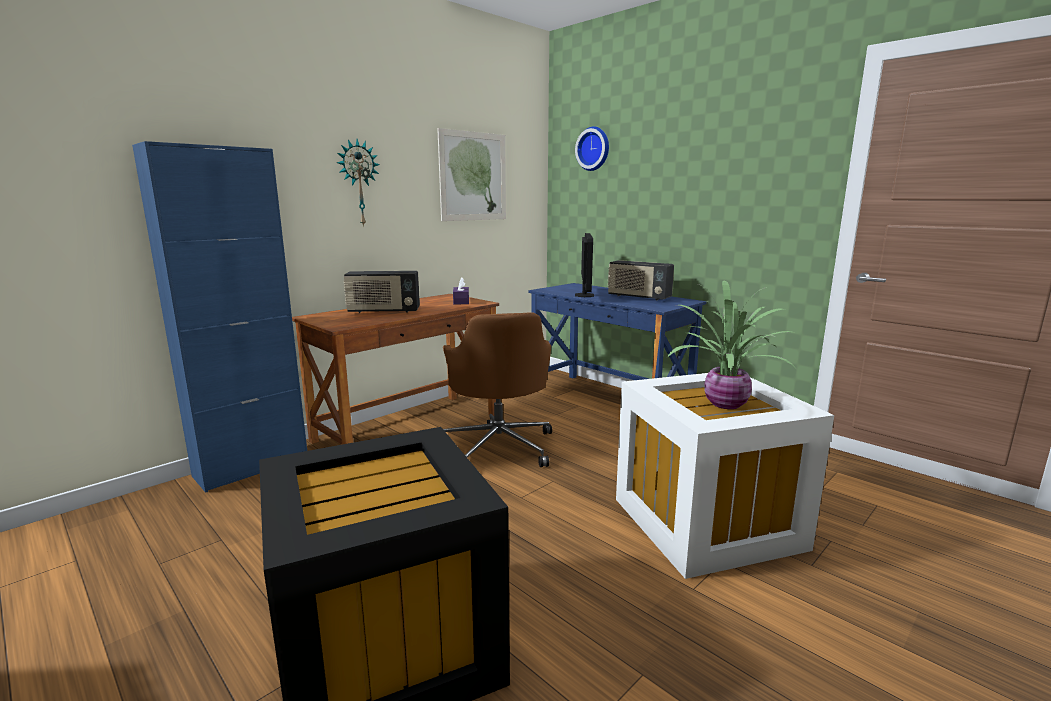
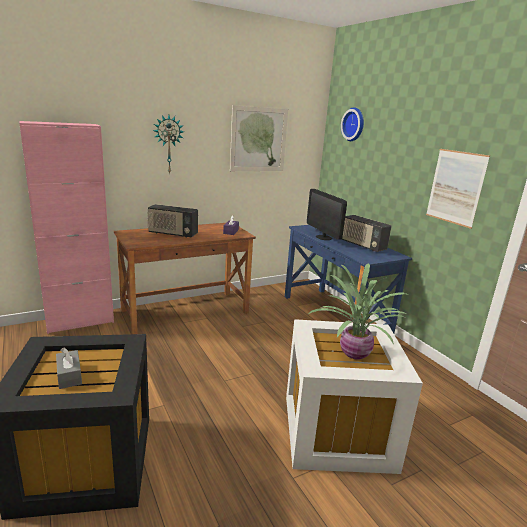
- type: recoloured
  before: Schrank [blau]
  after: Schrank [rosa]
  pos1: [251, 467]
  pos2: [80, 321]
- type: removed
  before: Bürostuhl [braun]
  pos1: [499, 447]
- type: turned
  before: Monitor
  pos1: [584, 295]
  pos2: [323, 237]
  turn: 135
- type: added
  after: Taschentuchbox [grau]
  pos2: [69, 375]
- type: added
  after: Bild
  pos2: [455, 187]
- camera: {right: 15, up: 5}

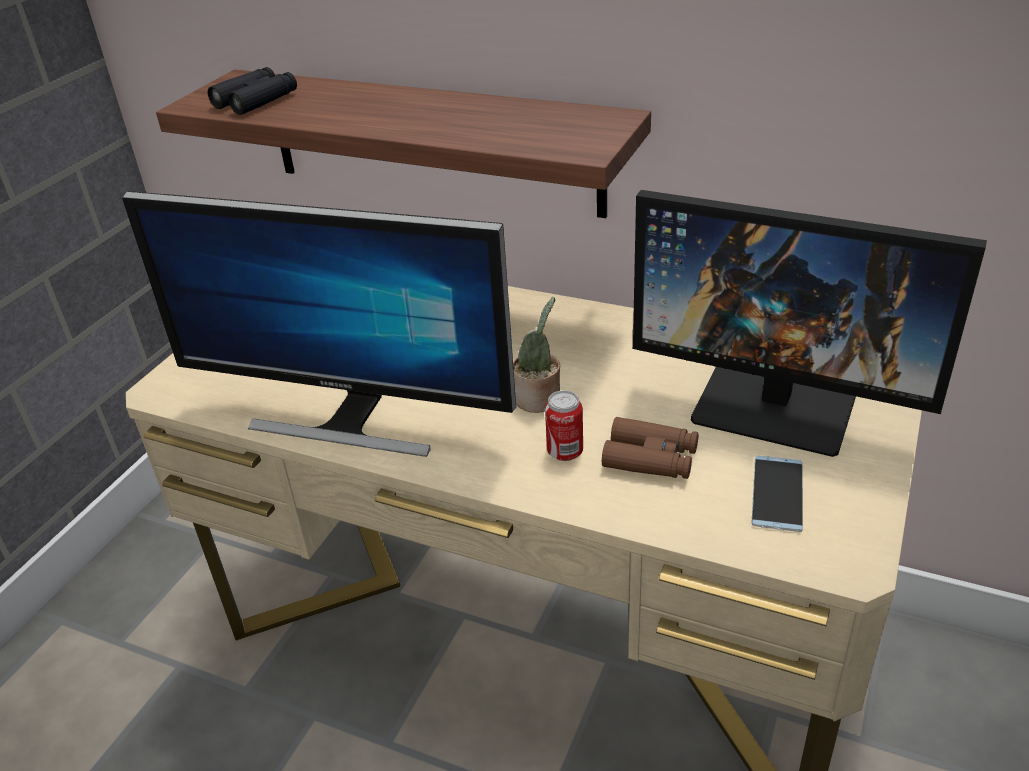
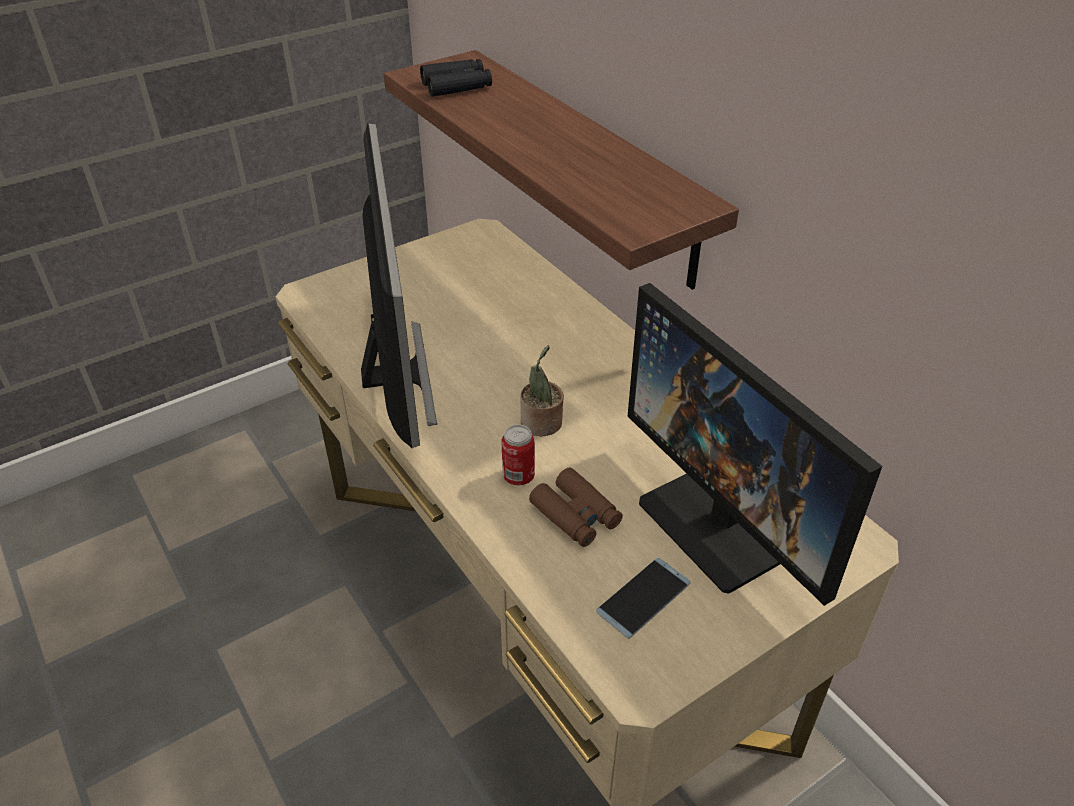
- type: turned
  before: Monitor
  pos1: [349, 420]
  pos2: [398, 375]
  turn: -150
- camera: {right: 30, up: 5}

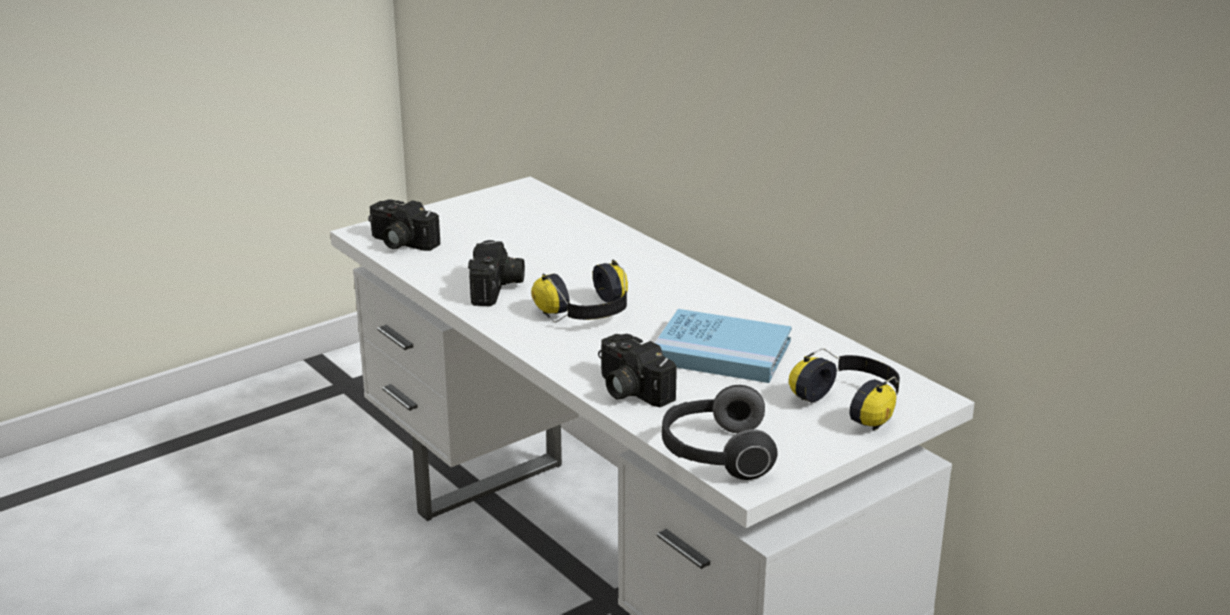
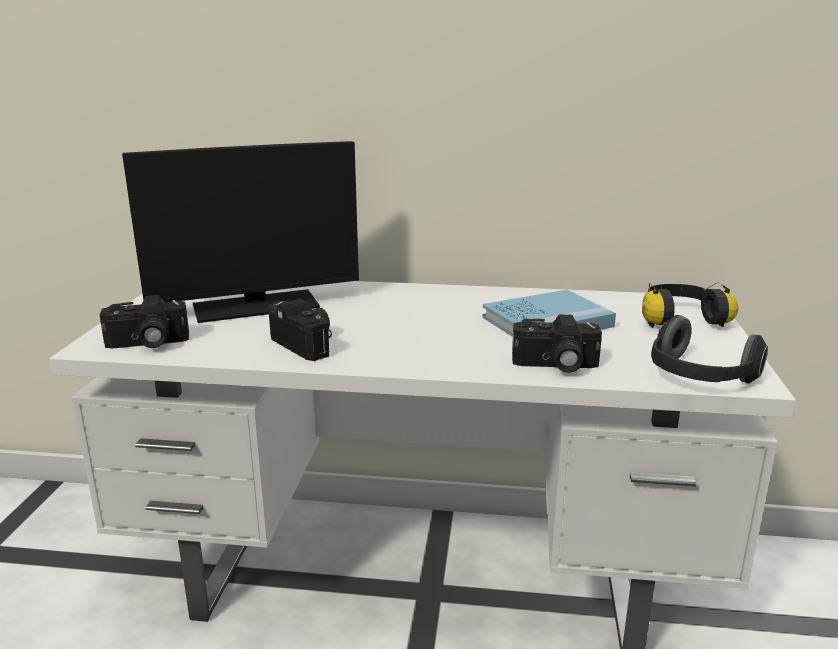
- type: removed
  before: Kopfhörer
  pos1: [588, 314]
- type: added
  after: Monitor
  pos2: [256, 306]
- camera: {right: -45, up: -5}

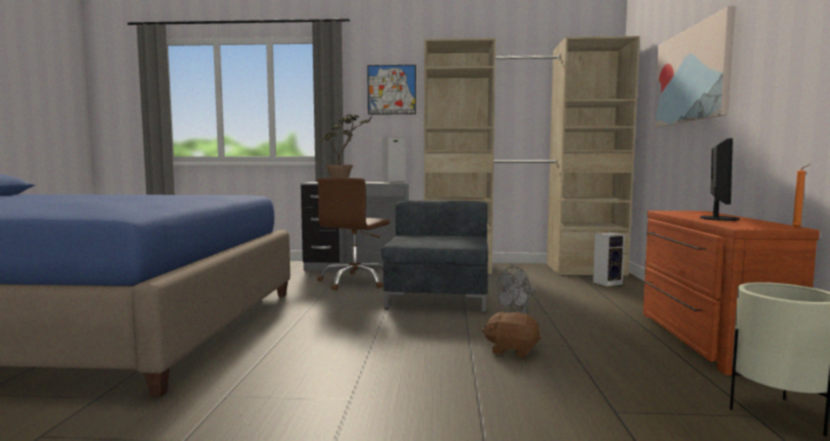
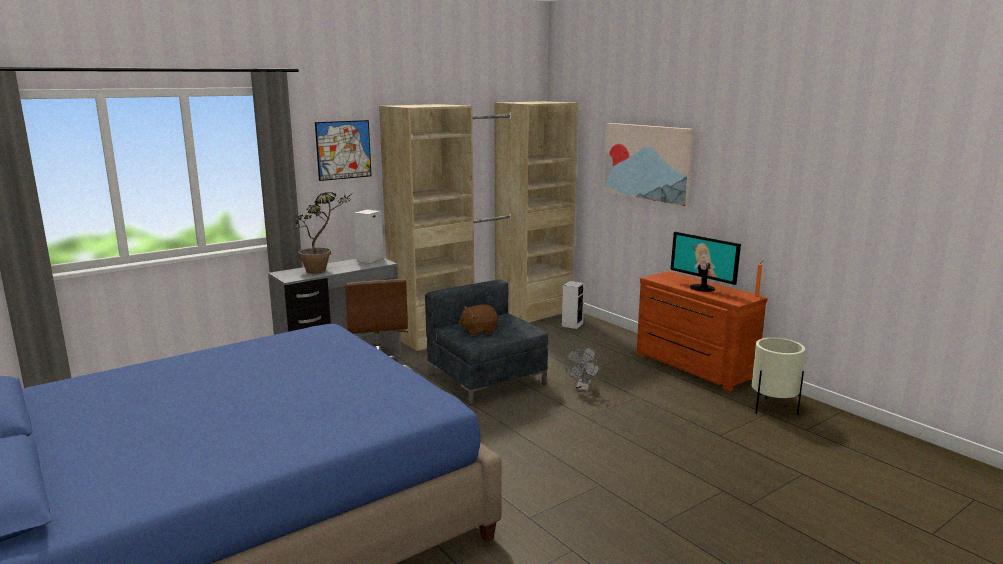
- type: moved
  before: Plüschtier [braun]
  pos1: [512, 350]
  pos2: [478, 331]
- type: turned
  before: Monitor
  pos1: [718, 218]
  pos2: [702, 288]
  turn: 150
- camera: {right: -40, up: 10}

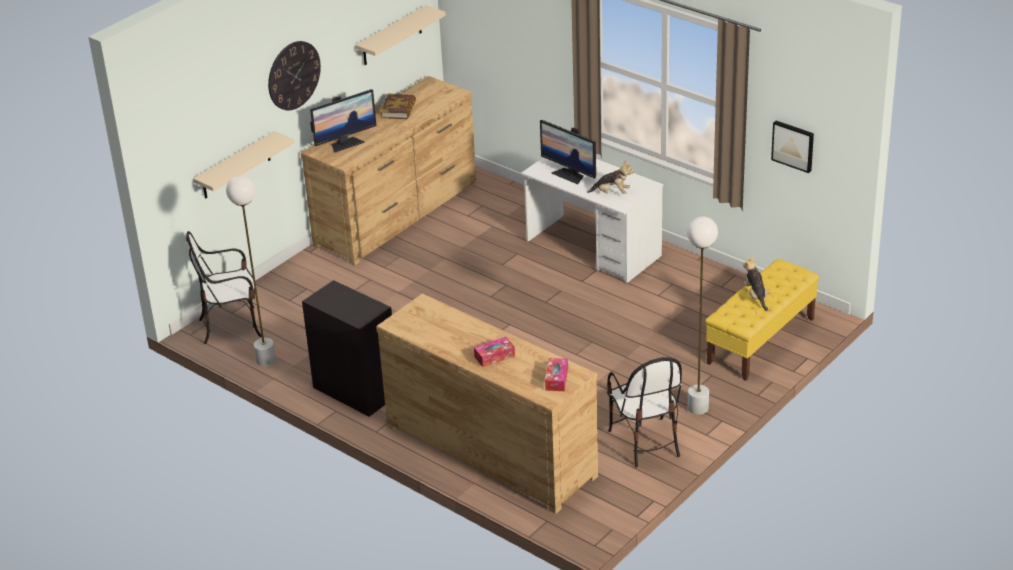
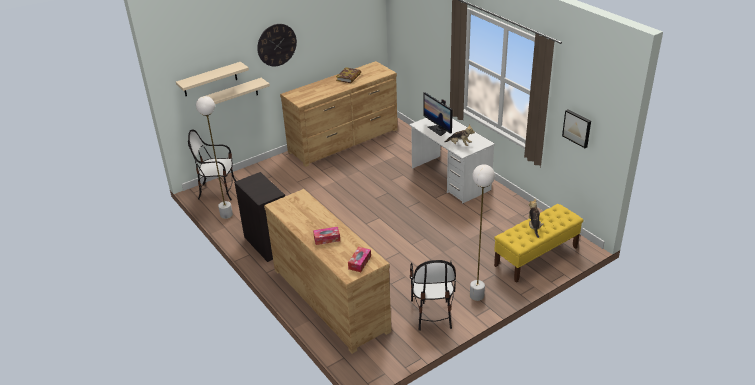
- type: removed
  before: Monitor
  pos1: [345, 144]
- type: moved
  before: Wandregal [beige]
  pos1: [392, 36]
  pos2: [210, 79]
- camera: {right: 15, up: 0}

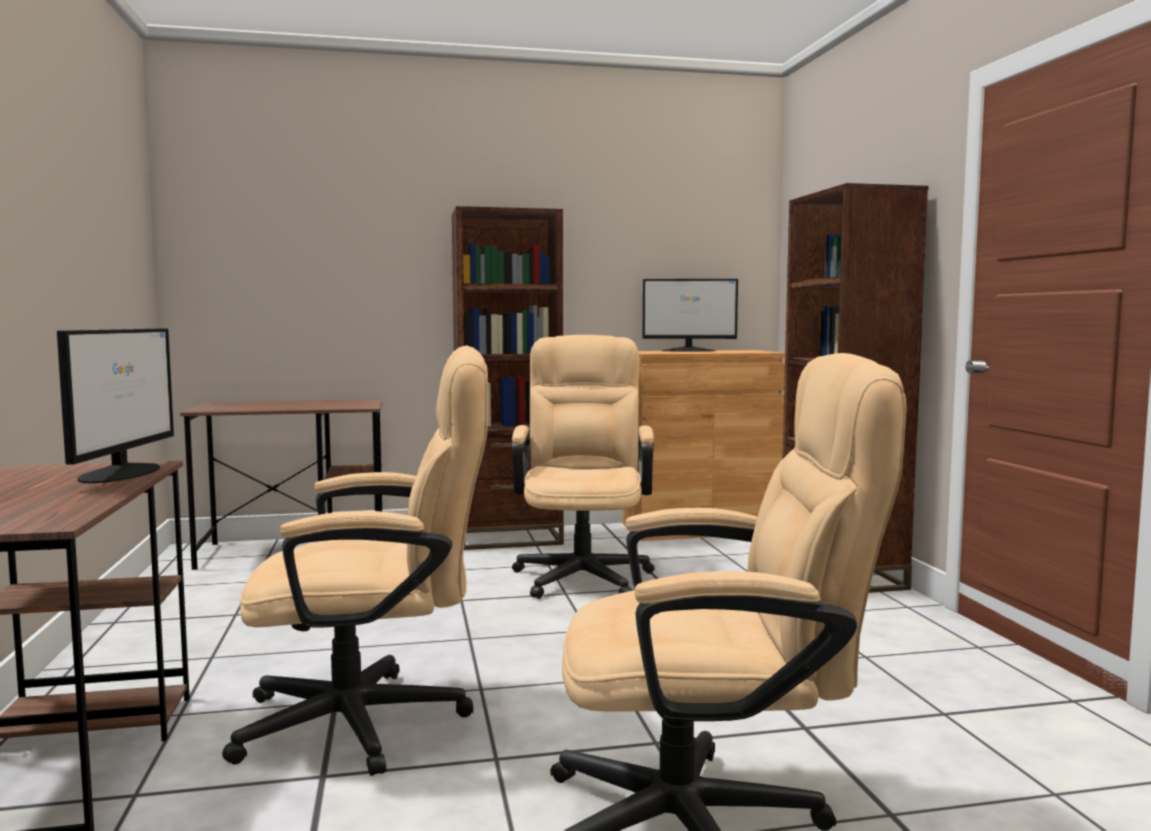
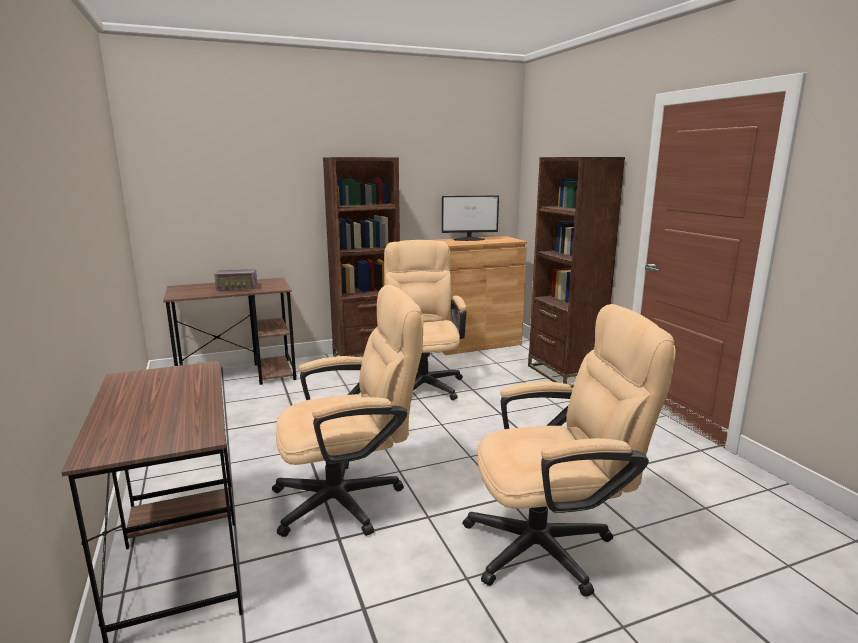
- type: removed
  before: Monitor
  pos1: [121, 472]
- type: added
  after: Radio
  pos2: [237, 288]
- camera: {right: -10, up: 10}

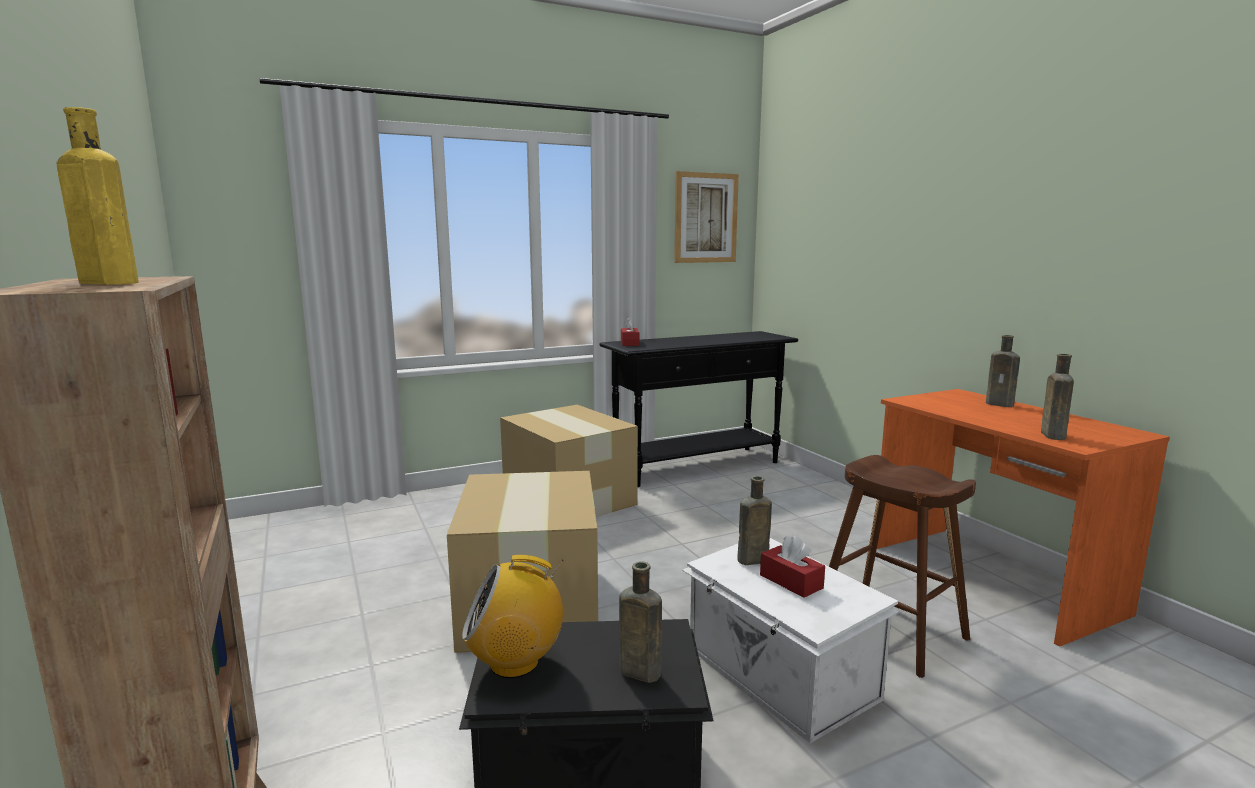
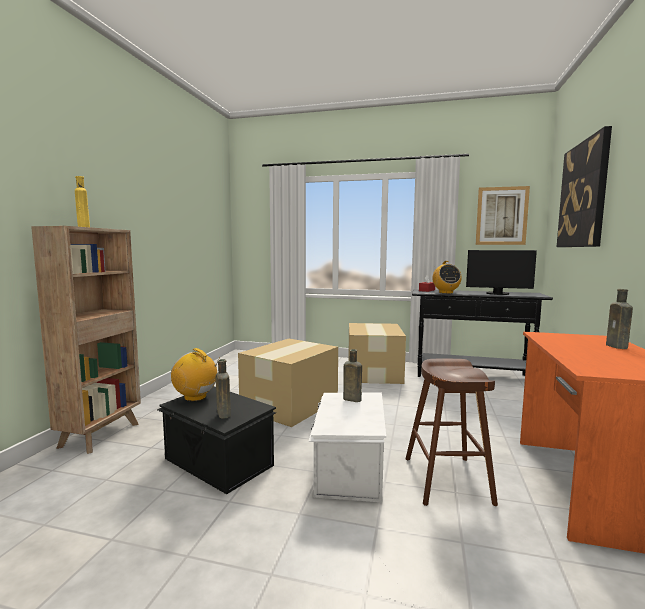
- type: removed
  before: Taschentuchbox [rot]
  pos1: [791, 581]
- type: removed
  before: Flasche [braun]
  pos1: [1052, 435]
- type: added
  after: Radio
  pos2: [445, 292]
- type: added
  after: Monitor
  pos2: [498, 294]
- type: added
  after: Bild
  pos2: [583, 195]
- camera: {right: 40, up: -5}

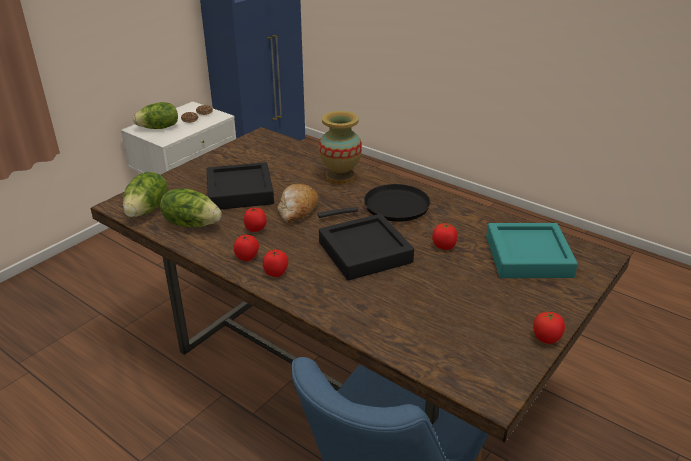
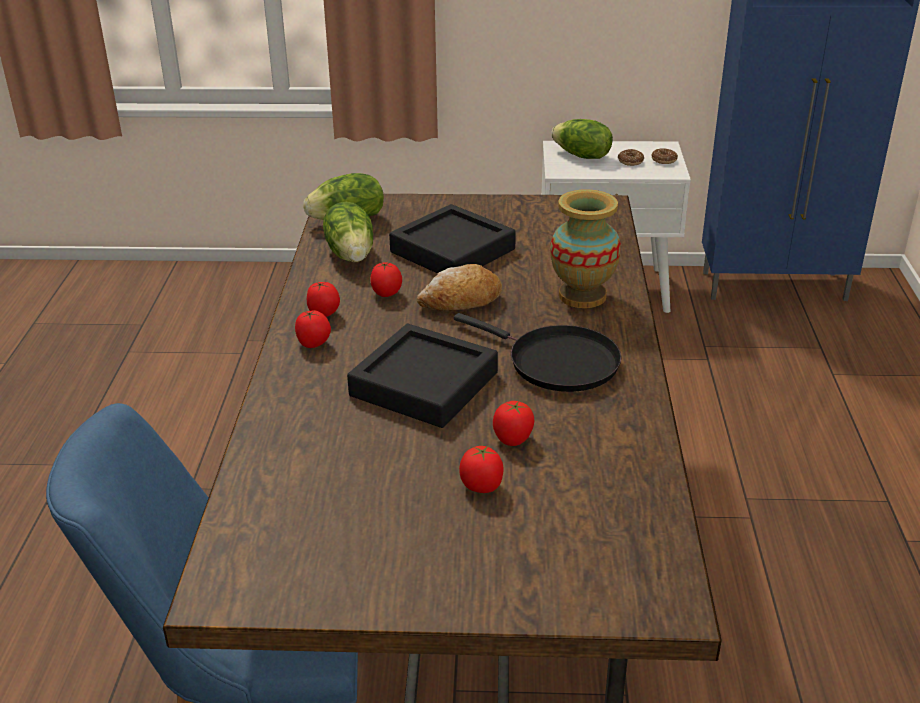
- type: removed
  before: Tablett [türkis]
  pos1: [528, 257]
- type: moved
  before: Tomate
  pos1: [546, 338]
  pos2: [482, 486]
- camera: {right: 55, up: 0}

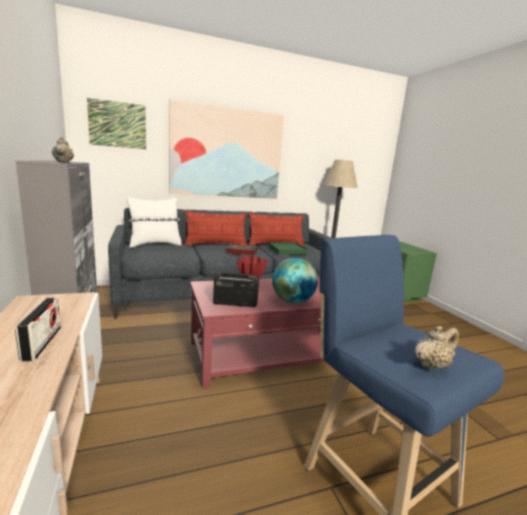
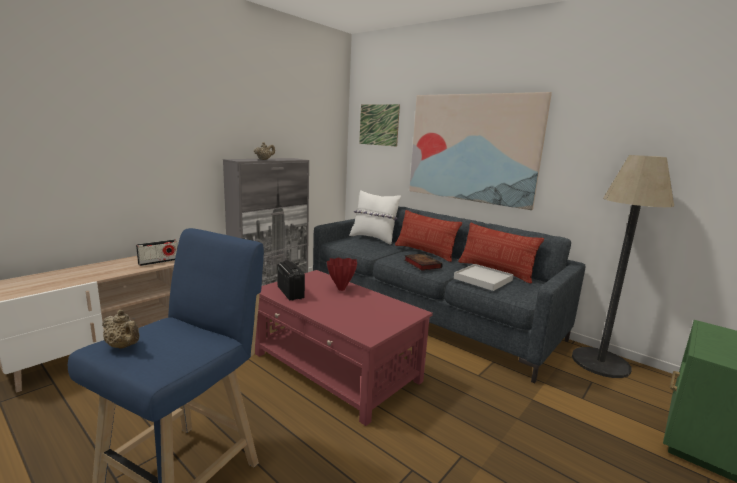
- type: recoloured
  before: Tablett [grün]
  after: Tablett [weiß]
  pos1: [287, 250]
  pos2: [483, 279]
- type: removed
  before: Globus
  pos1: [292, 301]
- camera: {right: 60, up: 0}

